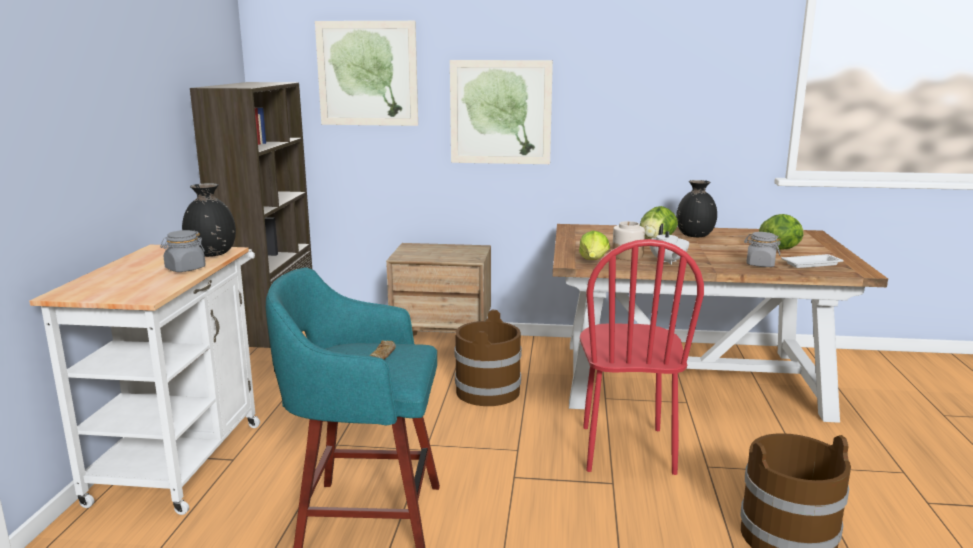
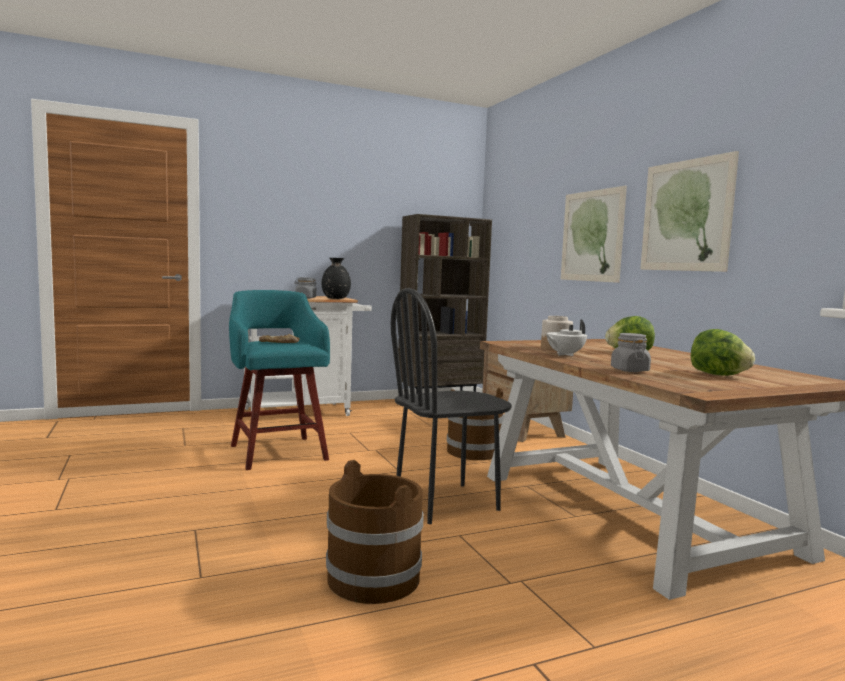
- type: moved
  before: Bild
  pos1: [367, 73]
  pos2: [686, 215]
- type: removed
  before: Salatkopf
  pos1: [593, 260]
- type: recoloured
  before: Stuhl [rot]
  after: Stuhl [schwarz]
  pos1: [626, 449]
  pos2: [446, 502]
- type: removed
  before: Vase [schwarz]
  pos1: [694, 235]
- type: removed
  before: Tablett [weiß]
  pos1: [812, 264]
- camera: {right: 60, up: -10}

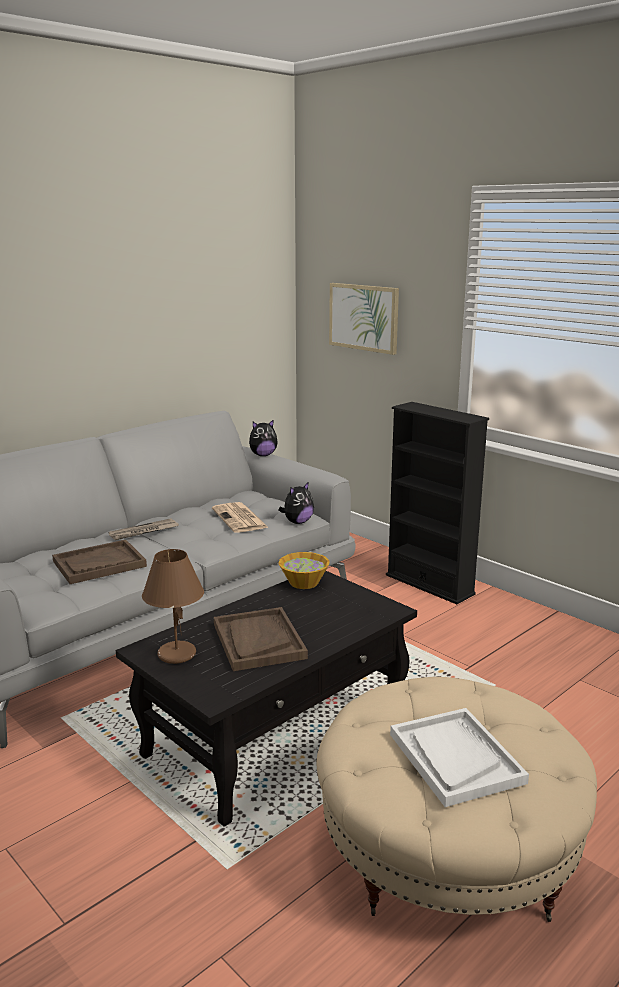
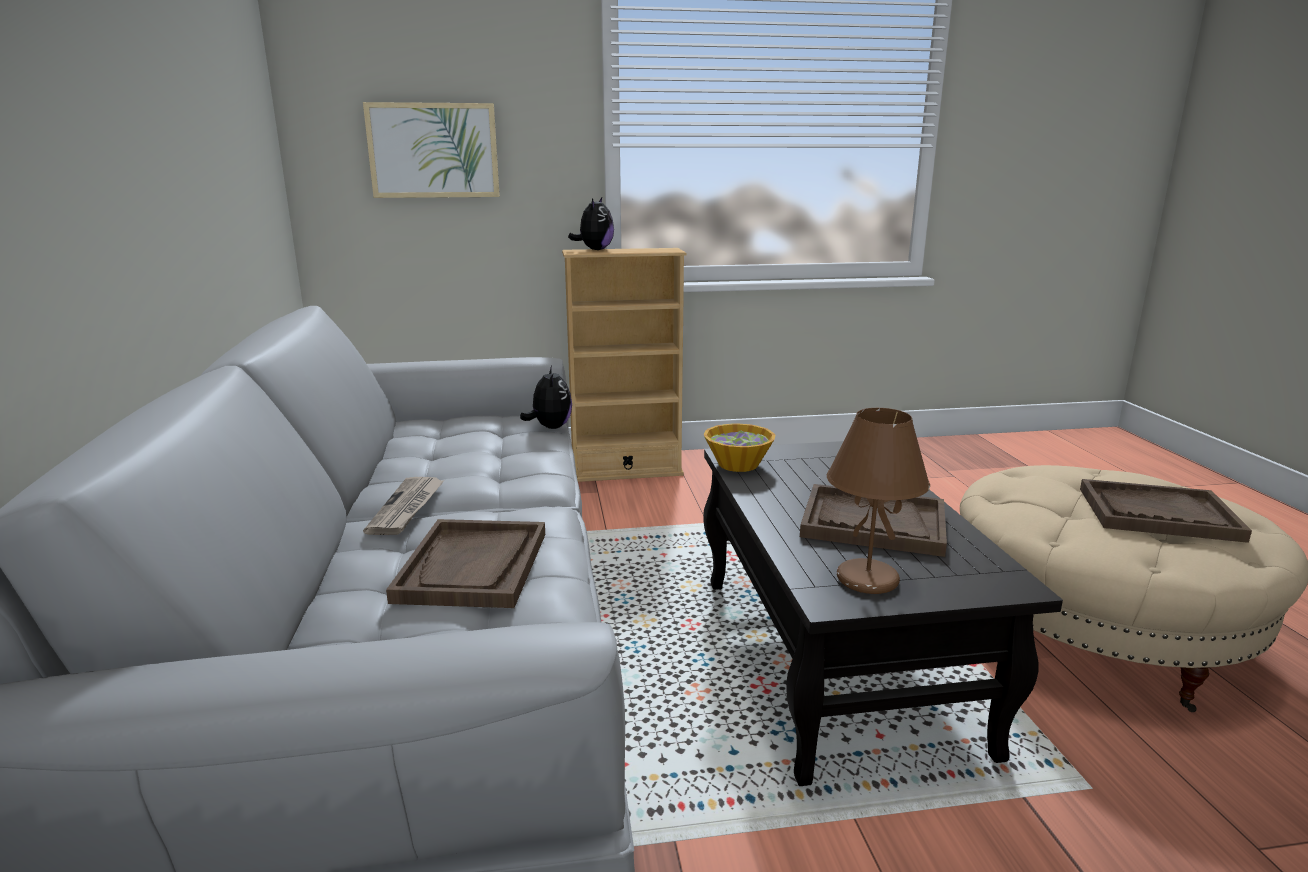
- type: removed
  before: Zeitung
  pos1: [240, 519]
- type: moved
  before: Plüschtier
  pos1: [263, 455]
  pos2: [595, 250]
- type: recoloured
  before: Bücherregal [schwarz]
  after: Bücherregal [beige]
  pos1: [429, 584]
  pos2: [626, 471]
- type: recoloured
  before: Tablett [weiß]
  after: Tablett [braun]
  pos1: [455, 758]
  pos2: [1157, 514]
- camera: {right: -55, up: 0}

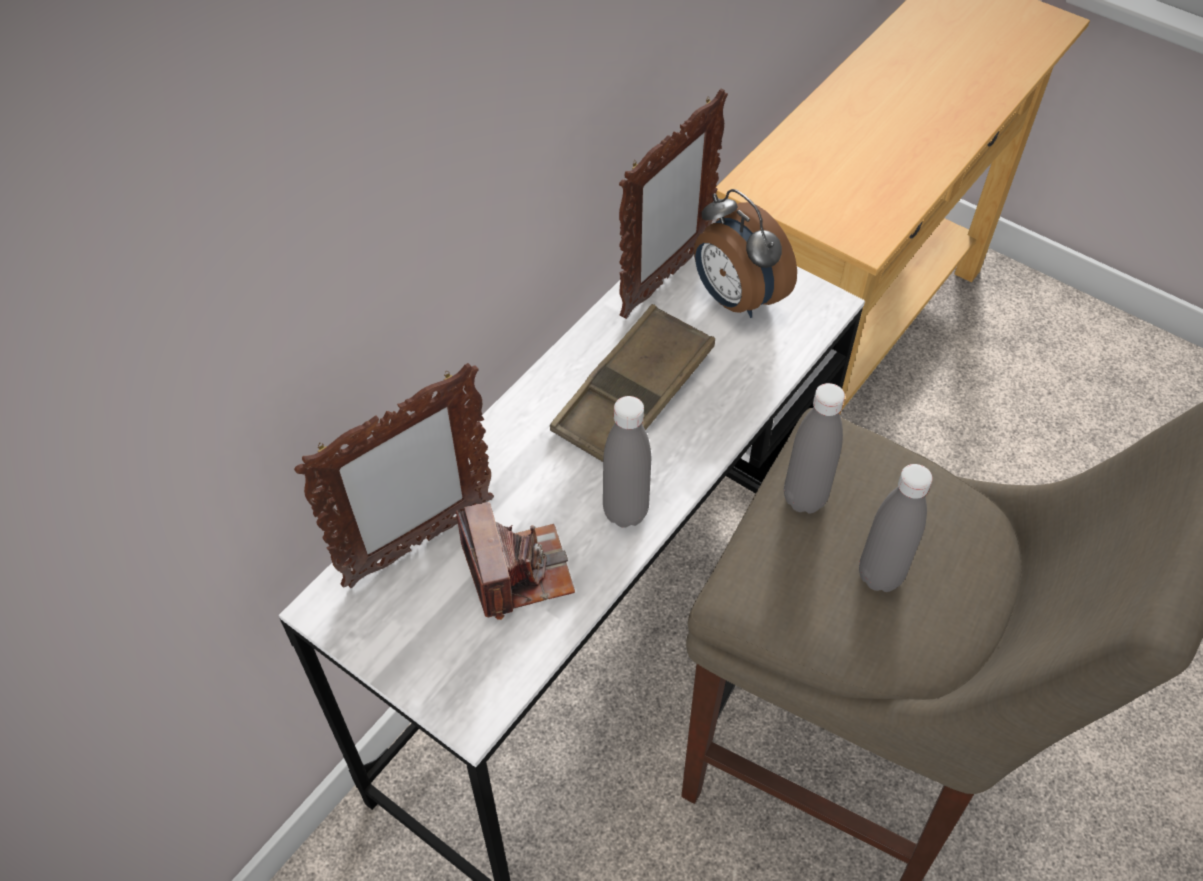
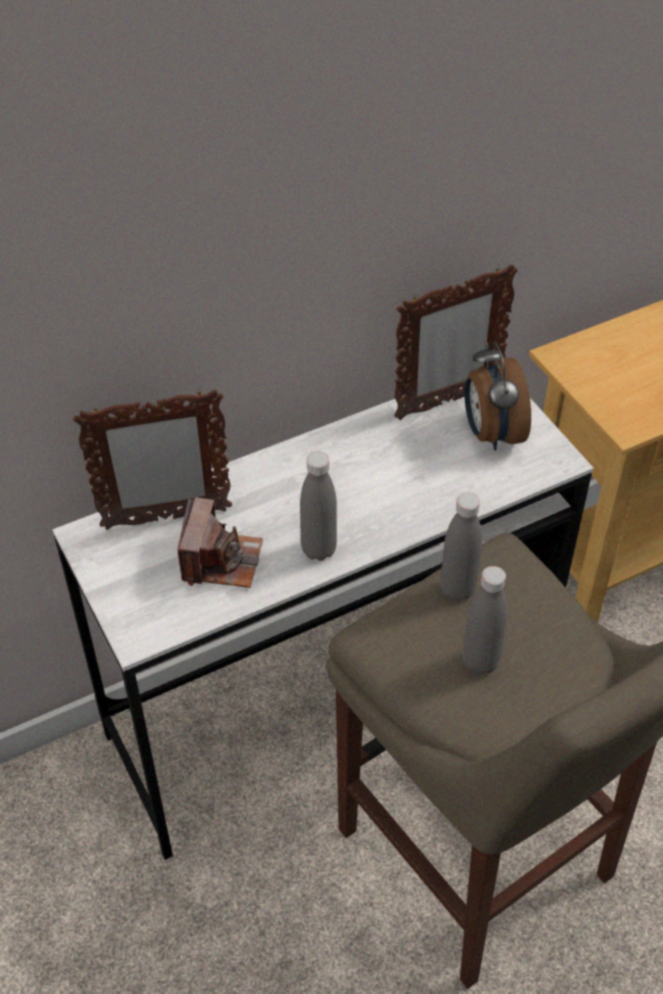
- type: removed
  before: Tablett [braun]
  pos1: [633, 394]
- camera: {right: 25, up: -5}

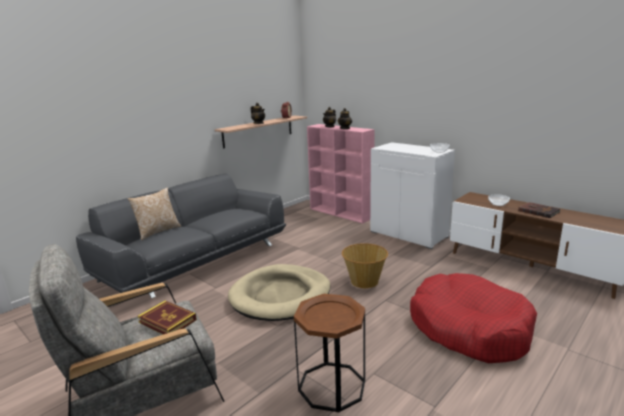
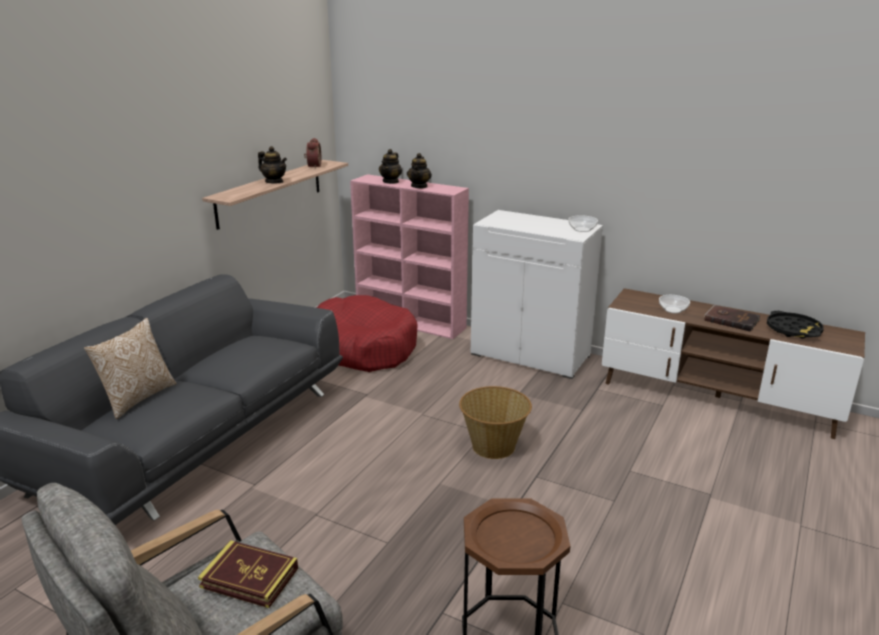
- type: removed
  before: Hundebett [beige]
  pos1: [280, 296]
- type: moved
  before: Hundebett [rot]
  pos1: [469, 328]
  pos2: [361, 347]
- type: added
  after: Tablett [schwarz]
  pos2: [793, 330]
- camera: {right: -15, up: 5}

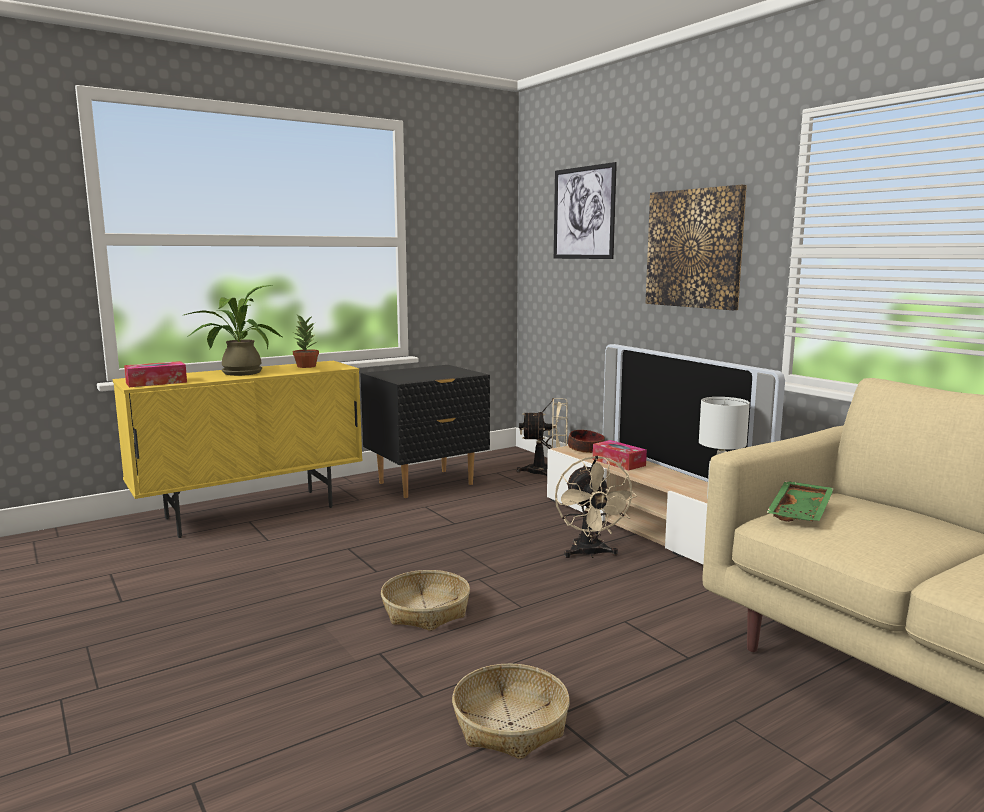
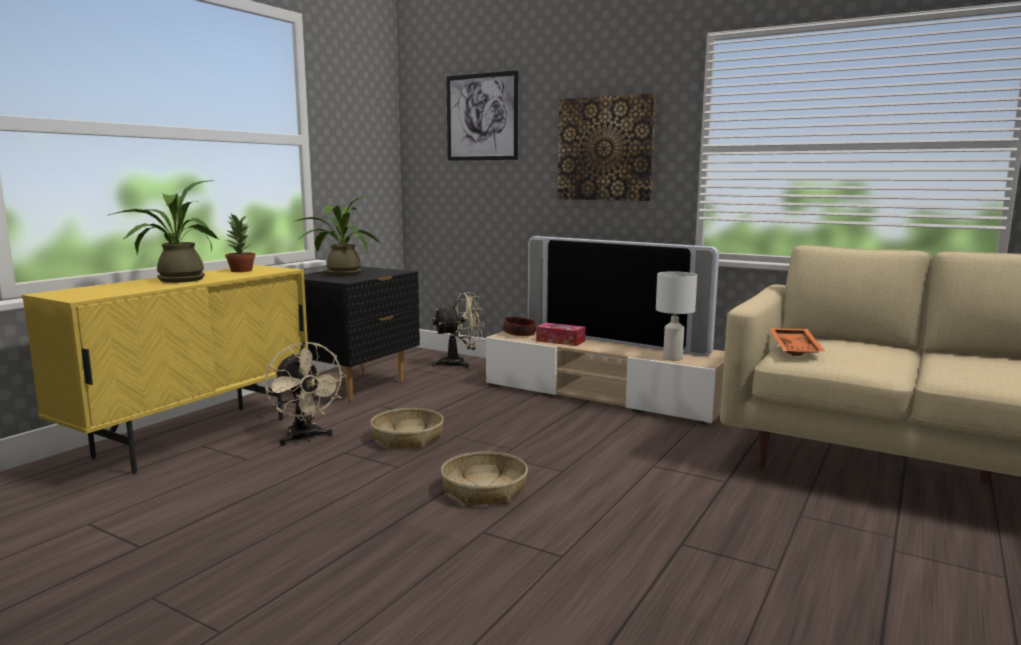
- type: removed
  before: Taschentuchbox
  pos1: [156, 382]
- type: moved
  before: Korb
  pos1: [510, 724]
  pos2: [408, 438]
- type: moved
  before: Ventilator [beige]
  pos1: [590, 554]
  pos2: [305, 438]
- type: recoloured
  before: Tablett [grün]
  after: Tablett [orange]
  pos1: [801, 512]
  pos2: [796, 349]
- type: added
  after: Topfpflanze
  pos2: [339, 273]
- camera: {right: -25, up: 0}

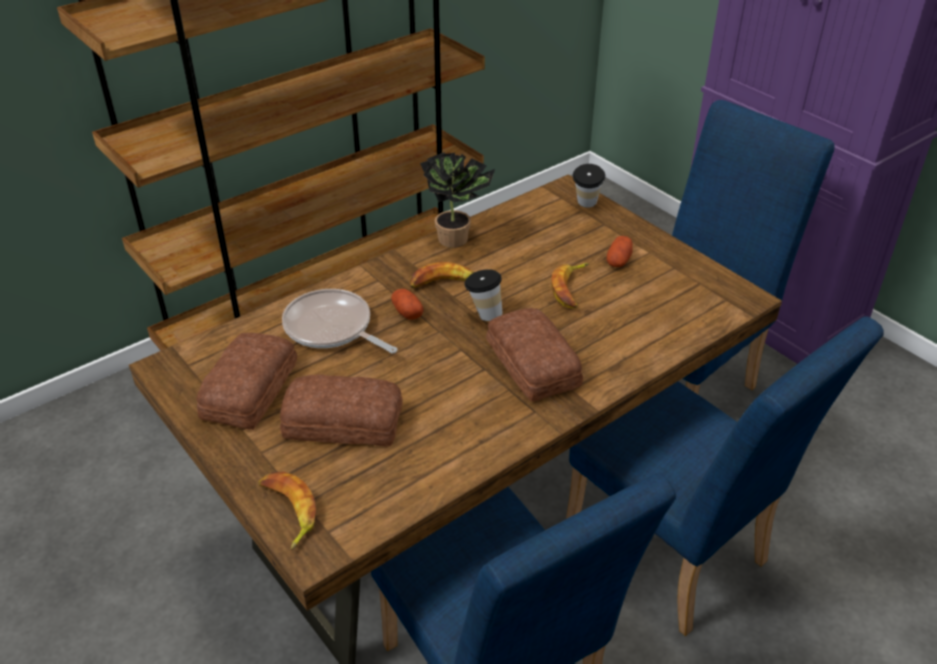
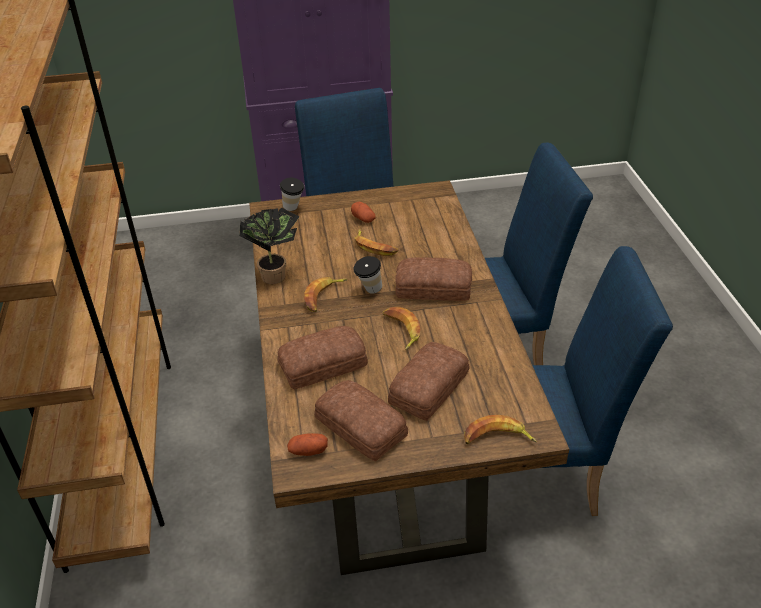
- type: replaced
  before: Pfanne
  after: Brot
  pos1: [332, 328]
  pos2: [324, 365]
- type: moved
  before: Kartoffel
  pos1: [407, 312]
  pos2: [308, 451]
- type: added
  after: Banane
  pos2: [401, 330]
- camera: {right: -60, up: 0}

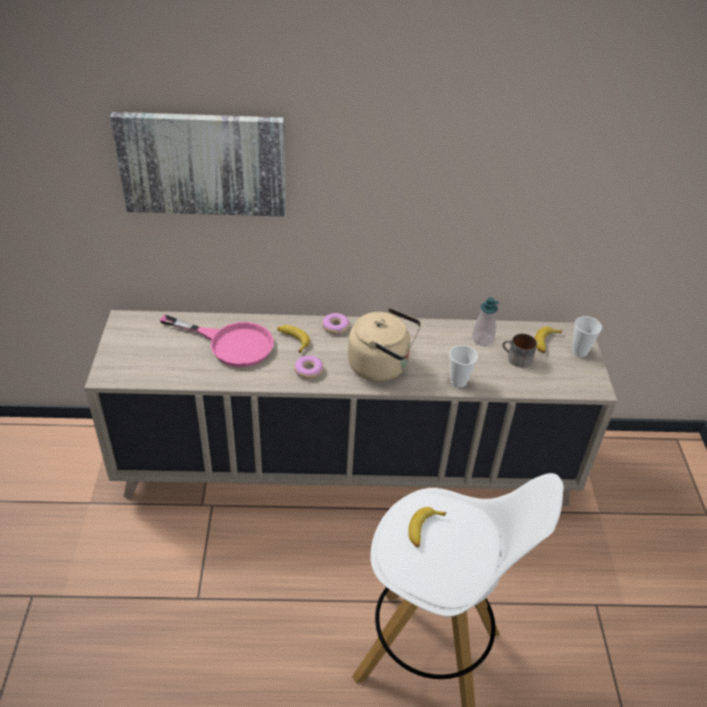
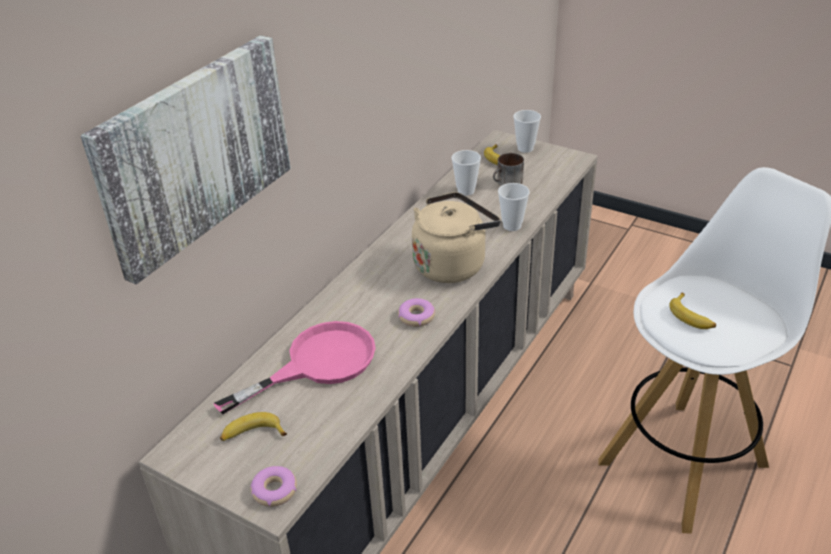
- type: moved
  before: Banane
  pos1: [292, 340]
  pos2: [252, 434]
- type: moved
  before: Donut
  pos1: [335, 327]
  pos2: [274, 491]
- type: replaced
  before: Seifenspender
  after: Tasse
  pos1: [482, 339]
  pos2: [466, 191]
- camera: {right: -55, up: -5}

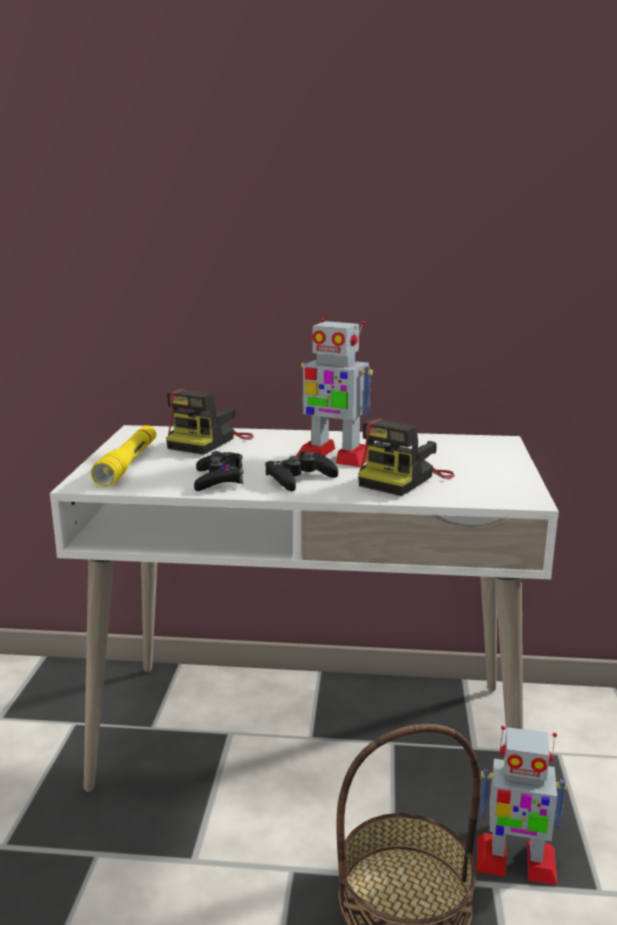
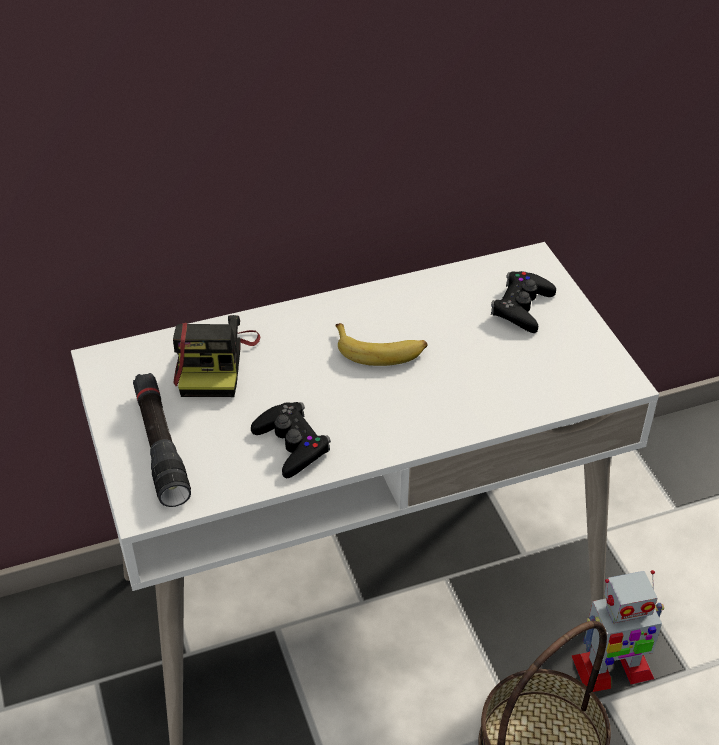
- type: recoloured
  before: Taschenlampe [gelb]
  after: Taschenlampe [schwarz]
  pos1: [128, 464]
  pos2: [160, 446]
- type: moved
  before: Gamepad [schwarz]
  pos1: [299, 478]
  pos2: [522, 307]
- type: replaced
  before: Spielzeugroboter
  after: Banane
  pos1: [334, 456]
  pos2: [380, 351]
- type: removed
  before: Kamera
  pos1: [403, 479]
- camera: {right: -25, up: 25}

